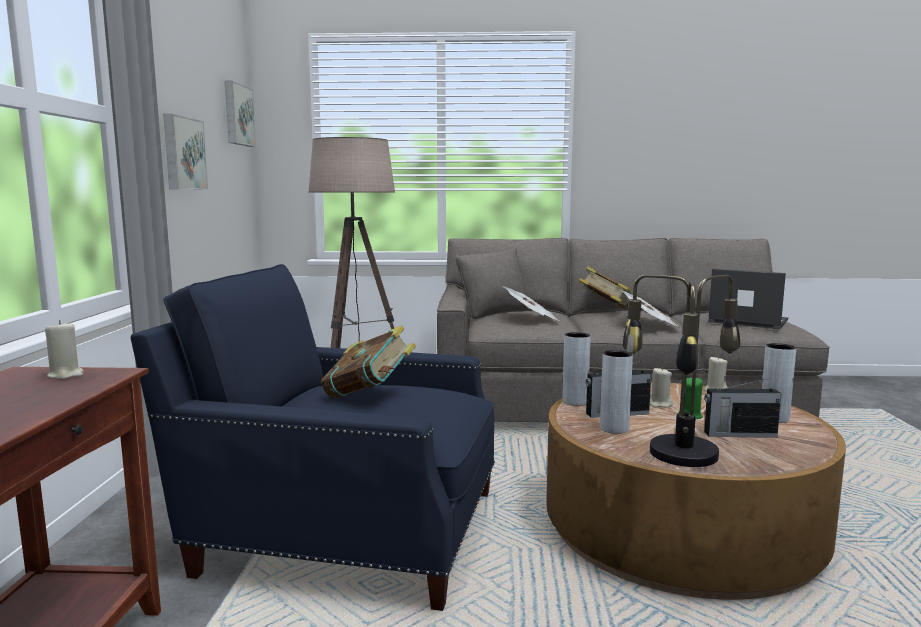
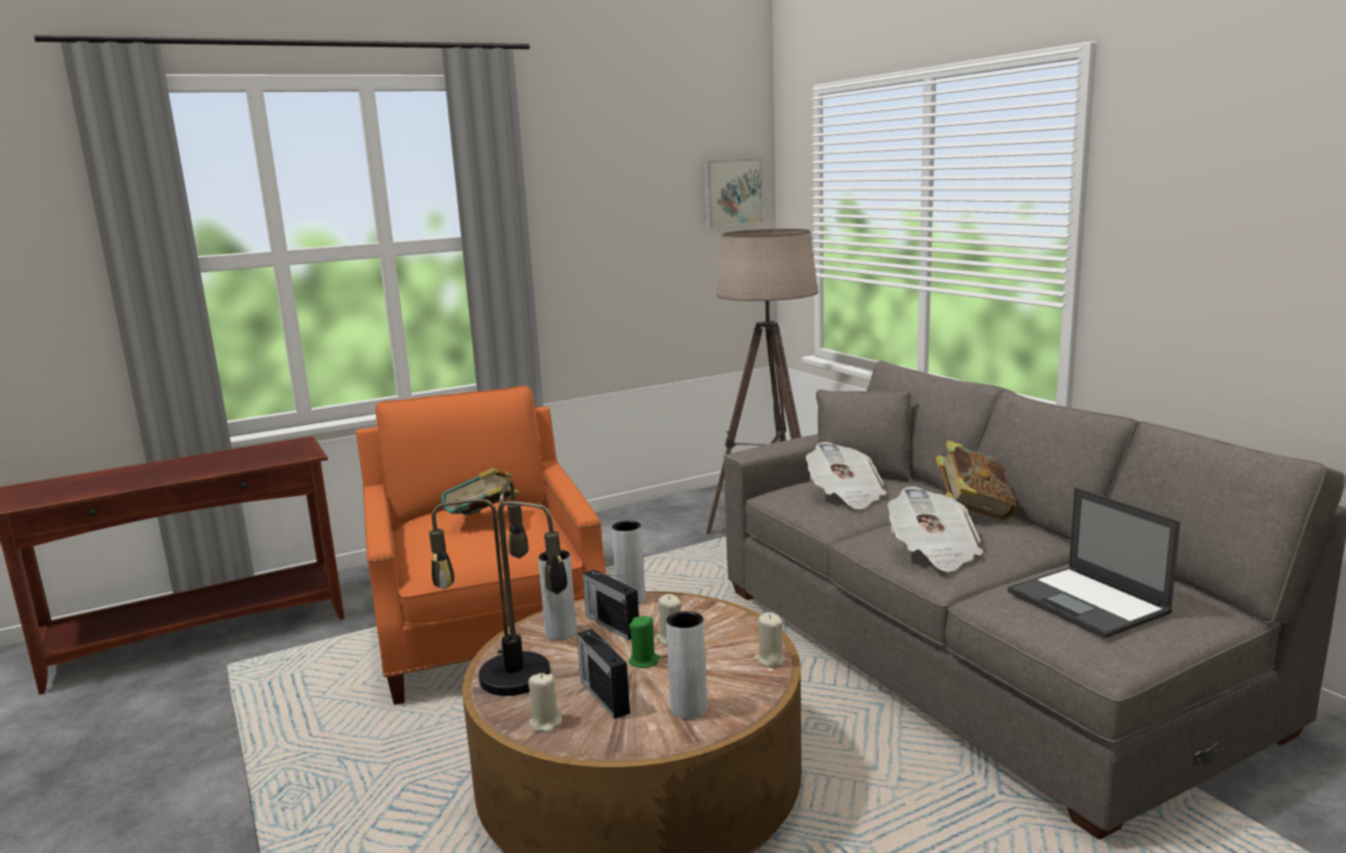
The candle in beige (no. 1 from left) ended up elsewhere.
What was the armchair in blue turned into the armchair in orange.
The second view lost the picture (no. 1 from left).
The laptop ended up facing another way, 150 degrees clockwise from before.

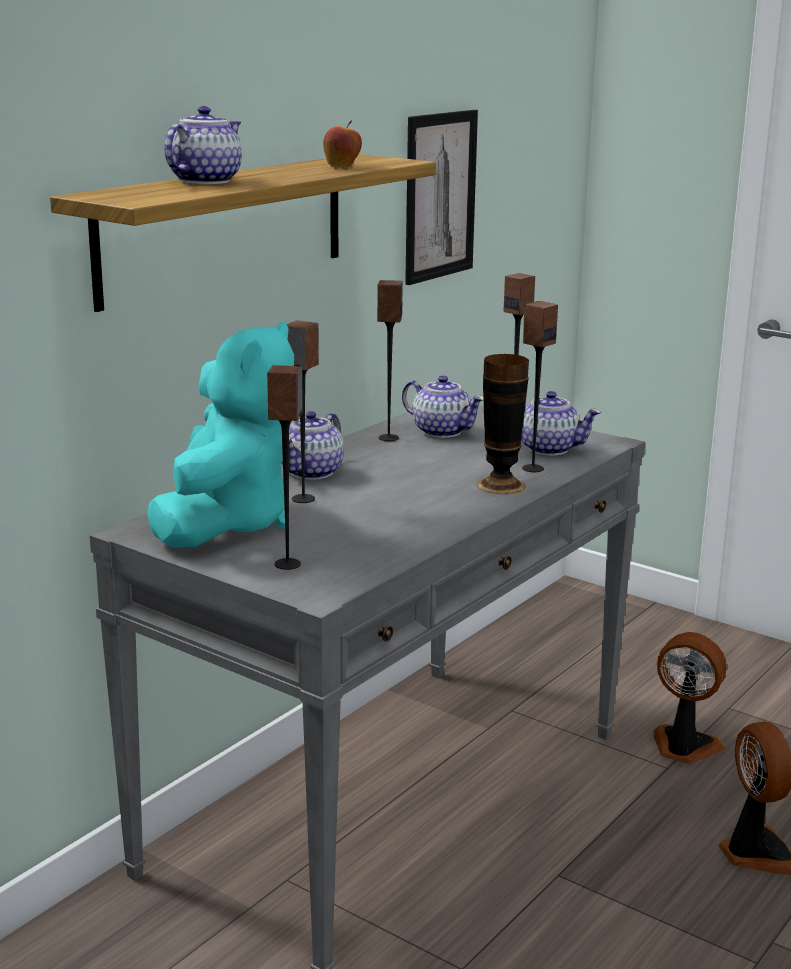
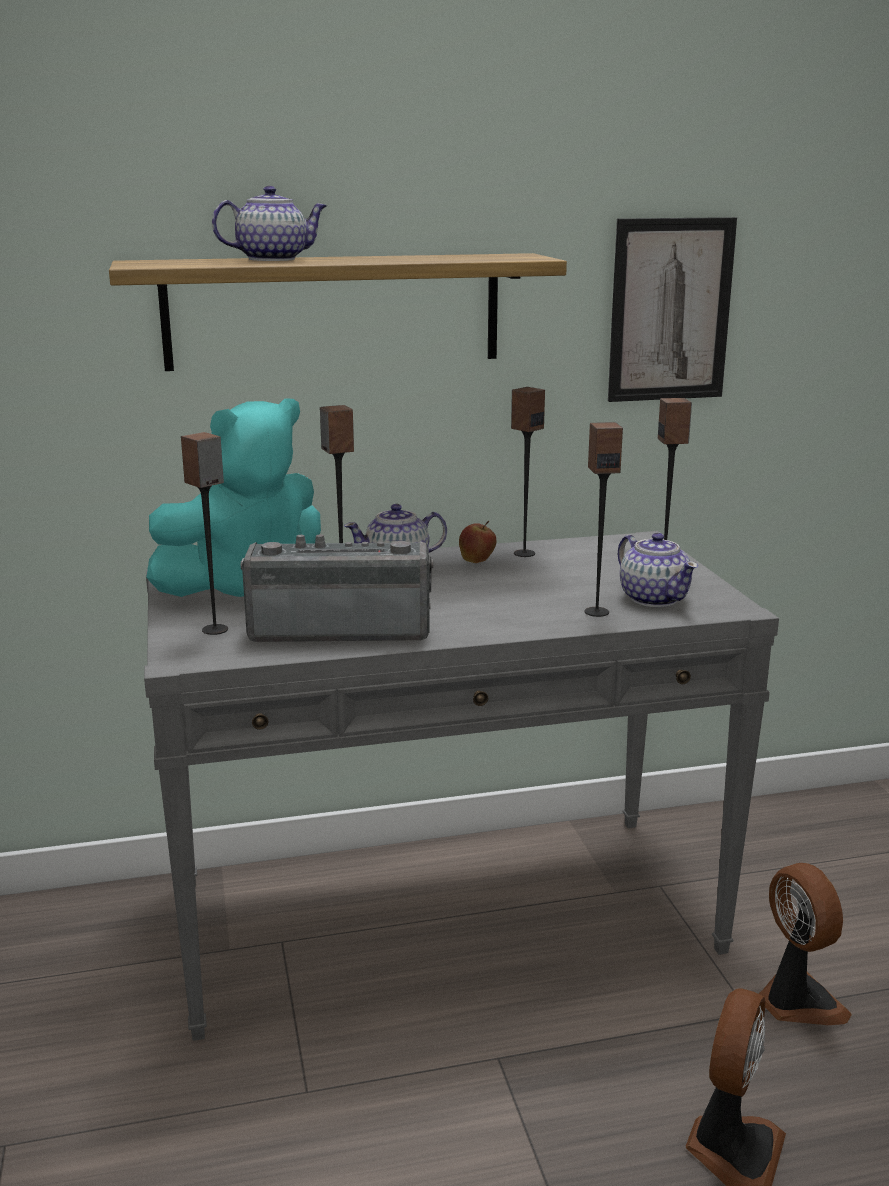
The apple ended up elsewhere.
The second view lost the teapot (no. 3 from left).
The second view lost the vase.
The second view gained the radio.

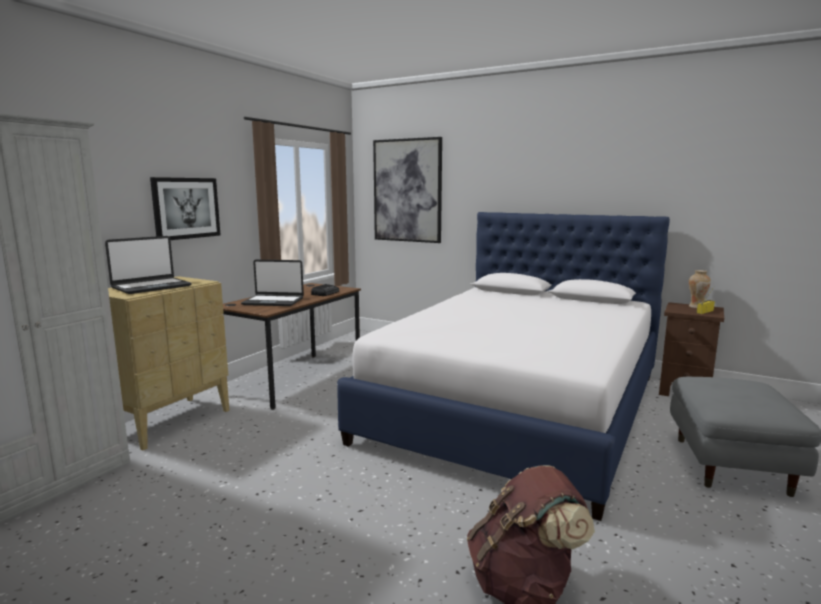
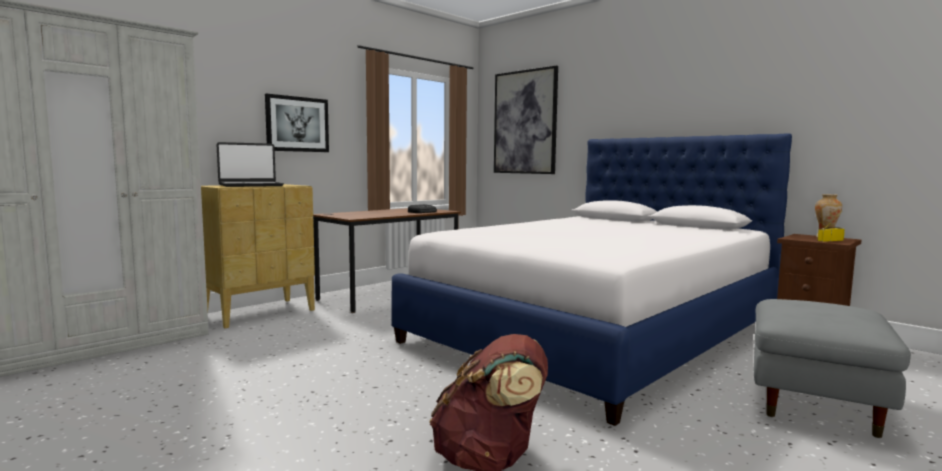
The second view lost the laptop (no. 2 from left).

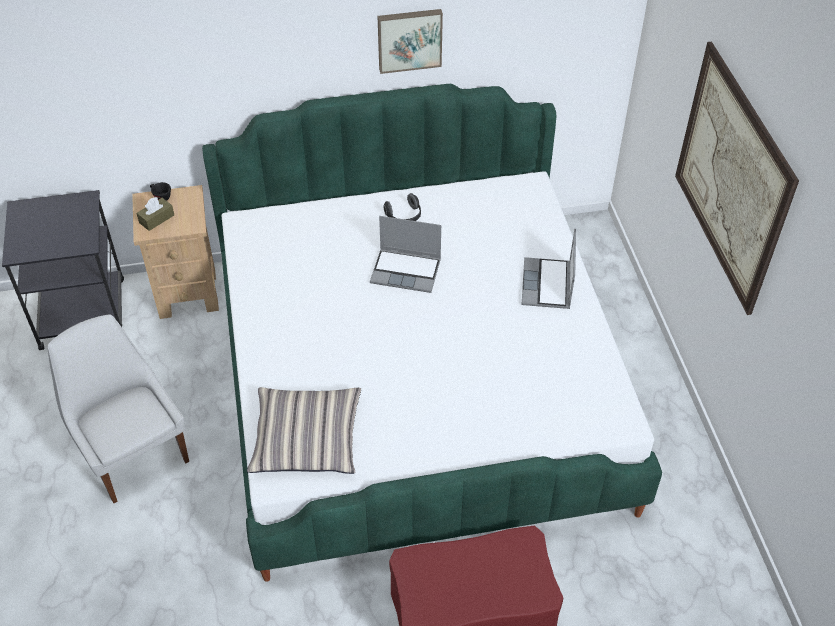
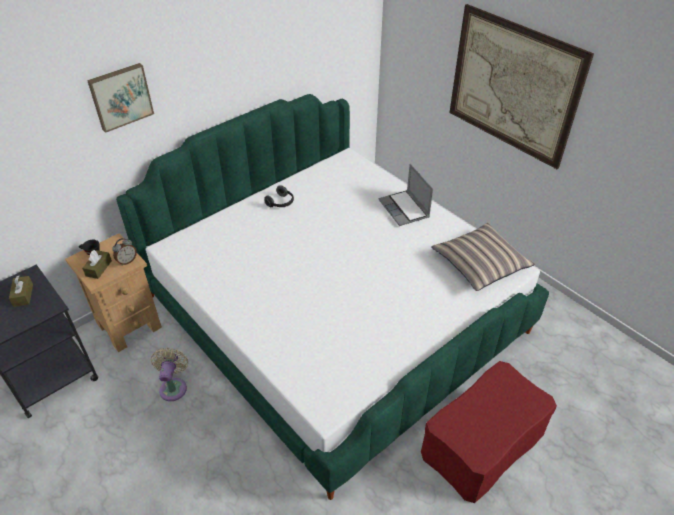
The second view lost the chair in white.
The pillow ended up elsewhere.
The second view lost the laptop (no. 1 from left).
The picture (no. 1 from left) ended up elsewhere.
The second view gained the tissue box in brown (no. 1 from left).
The second view gained the alarm clock.
The second view gained the fan in beige.

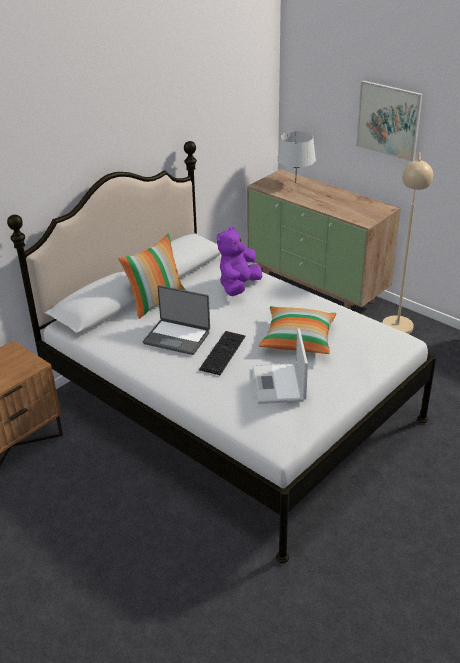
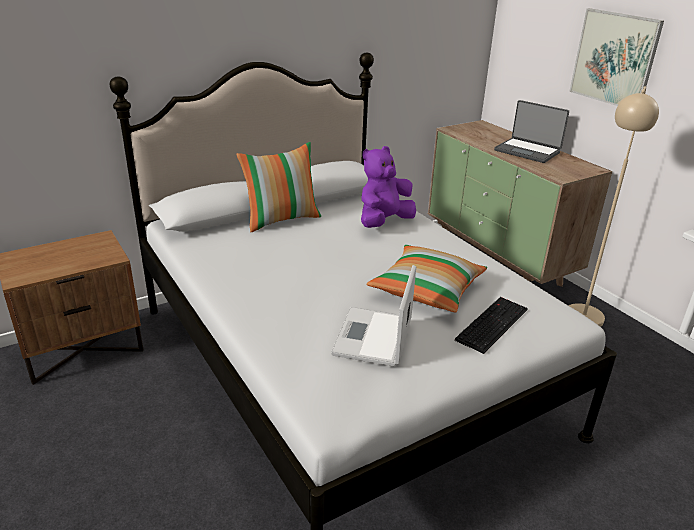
The laptop (no. 1 from left in the first image) ended up elsewhere.
The keyboard ended up elsewhere.
The second view lost the table lamp in grey.

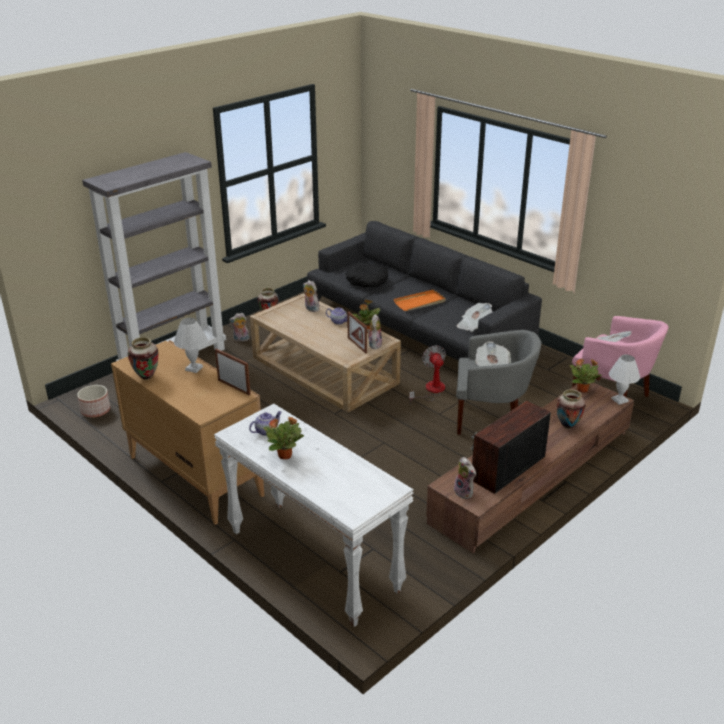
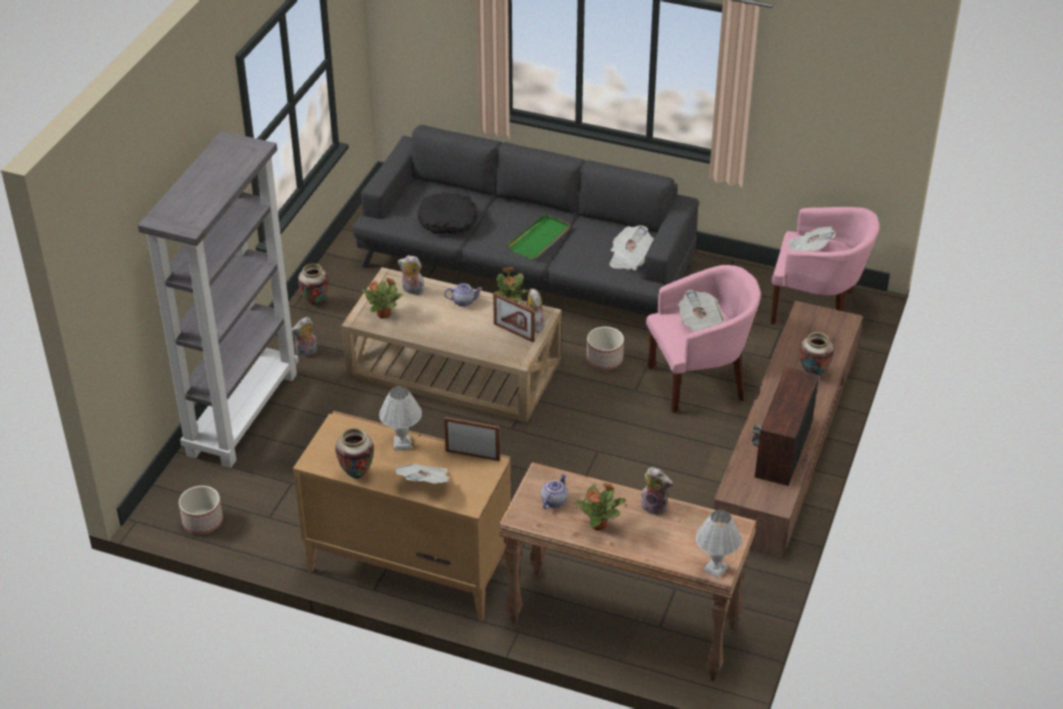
What was the console table in white turned into the console table in brown.
What was the tray in orange turned into the tray in green.
Where the fan stood, the planter (no. 2 from left) came to stand.
The plush toy (no. 4 from left) ended up elsewhere.
What was the armchair in grey turned into the armchair in pink (no. 1 from left).
The potted plant (no. 3 from left in the first image) ended up elsewhere.
The table lamp in white (no. 2 from left) ended up elsewhere.
The second view gained the newspaper (no. 1 from left).

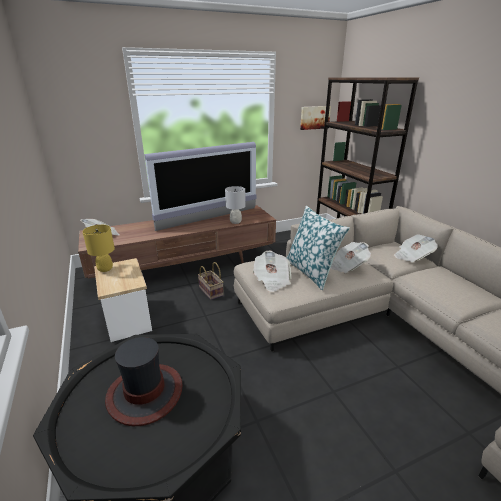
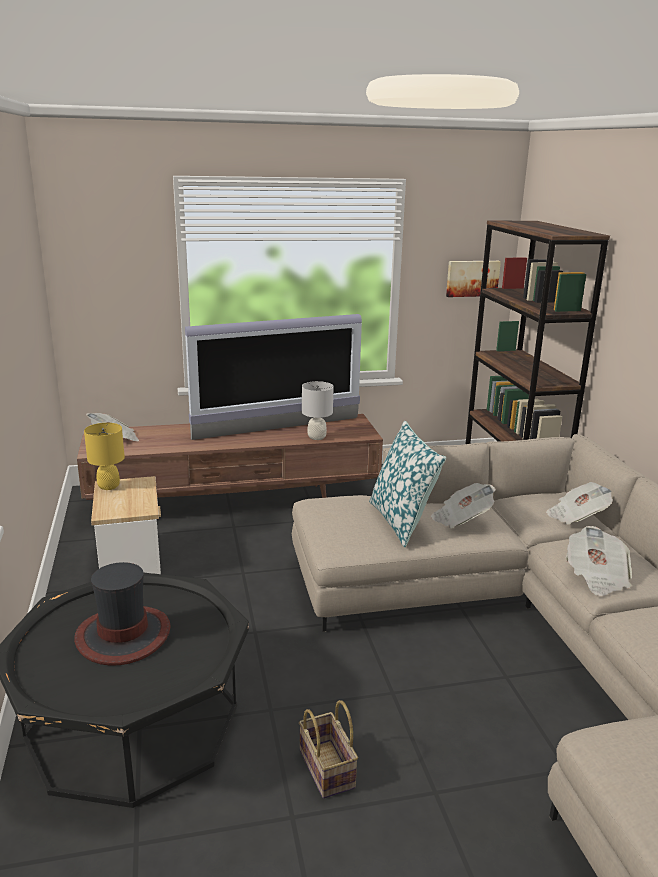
The basket ended up elsewhere.
The newspaper (no. 2 from left in the first image) ended up elsewhere.

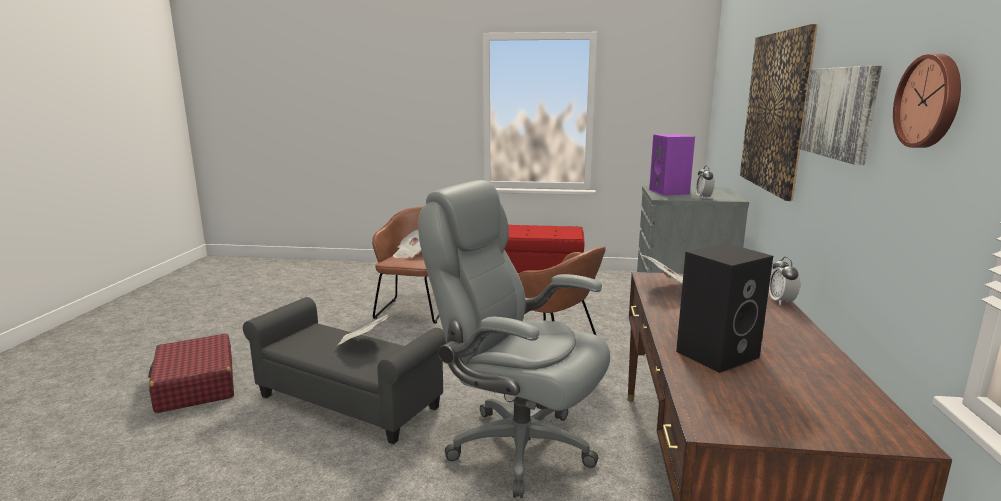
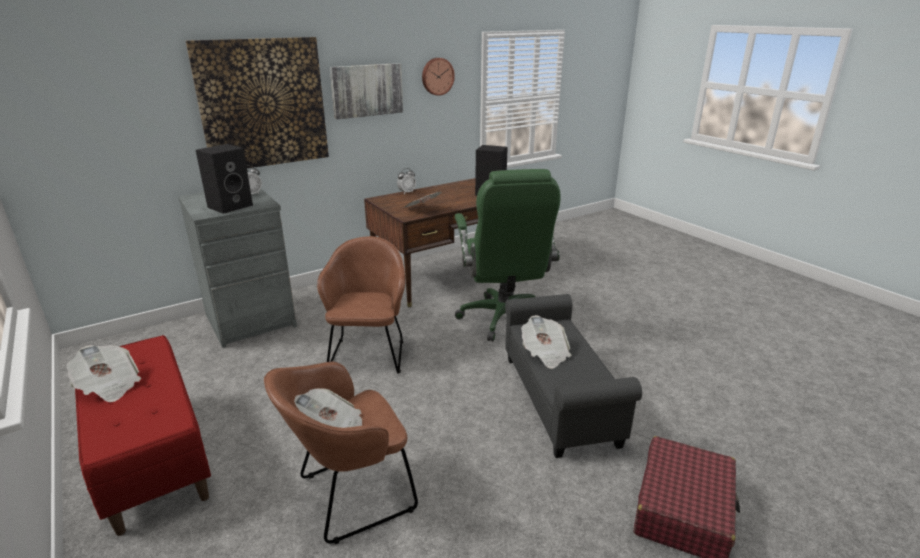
What was the office chair in grey turned into the office chair in green.
What was the speaker in purple turned into the speaker in black (no. 1 from left).
The second view gained the newspaper (no. 1 from left).

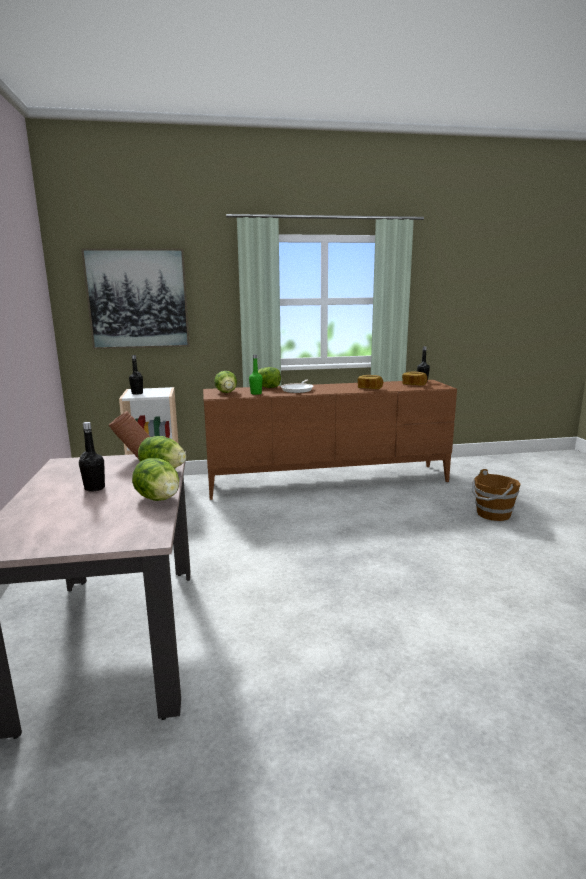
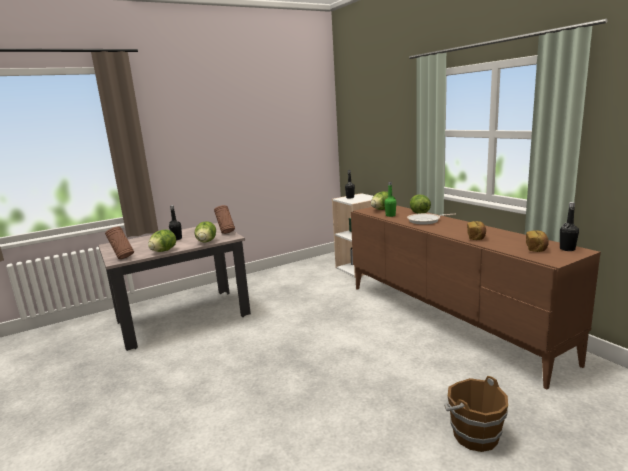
The second view lost the picture.
The second view gained the vase in brown (no. 1 from left).

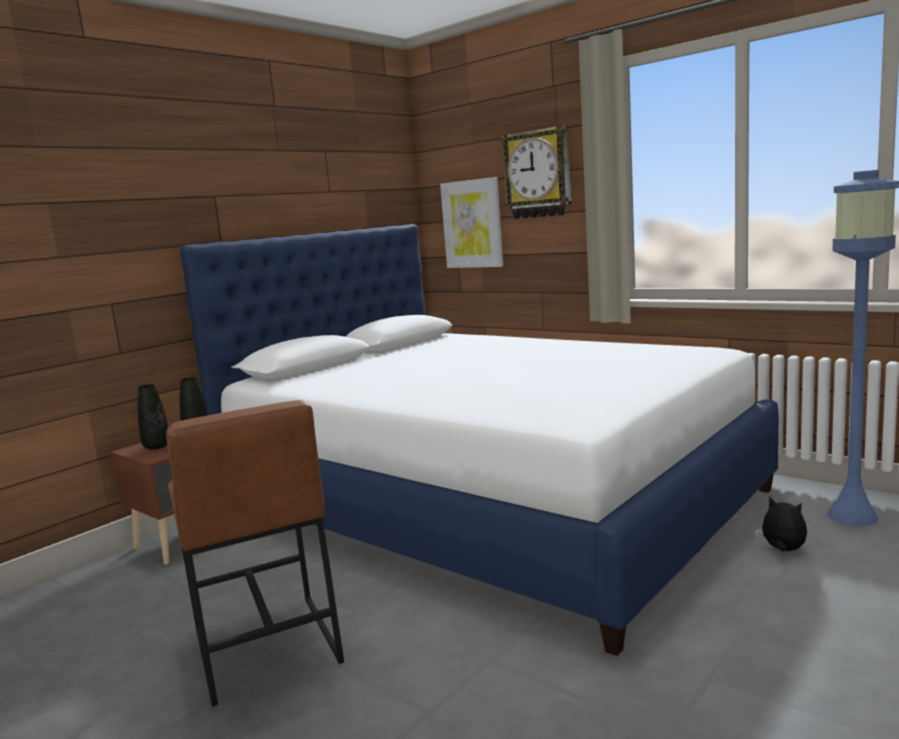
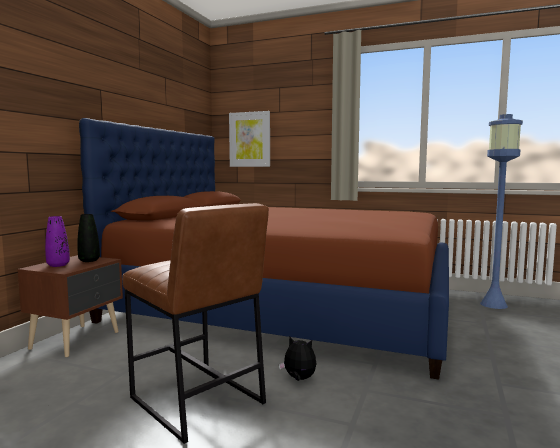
What was the vase in black (no. 1 from left) turned into the vase in purple.
What was the bed in white turned into the bed in brown.
The second view lost the wall clock.
The plush toy ended up elsewhere.

